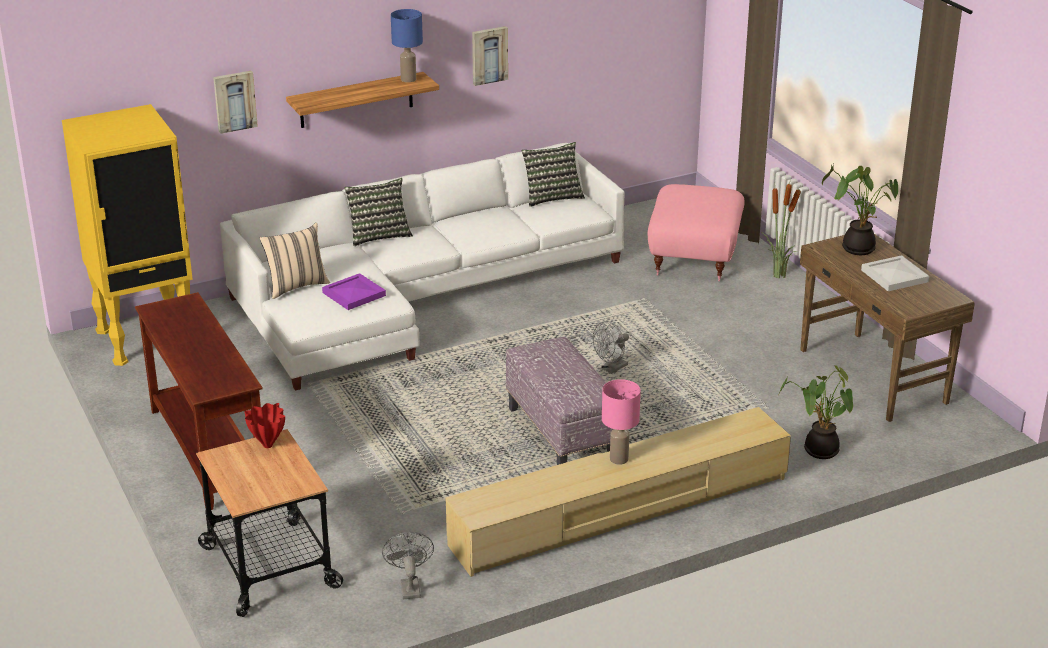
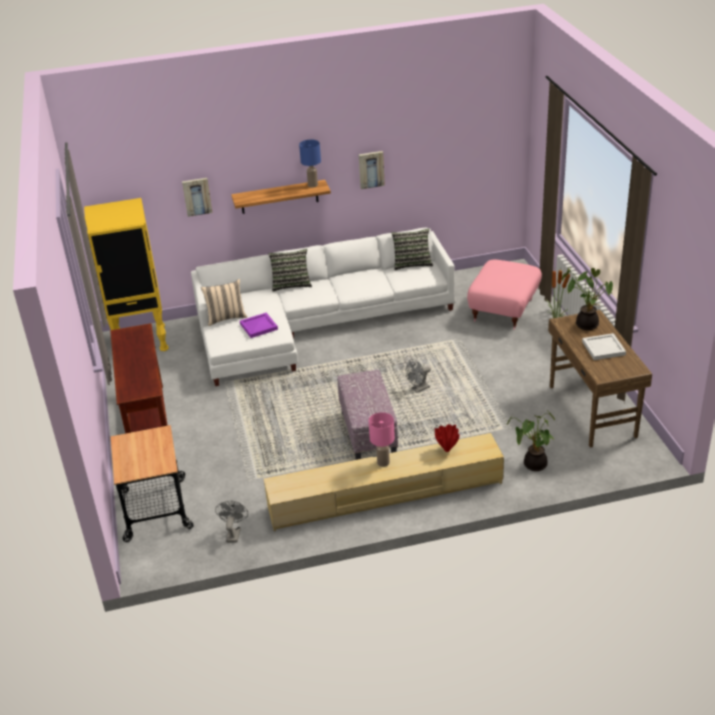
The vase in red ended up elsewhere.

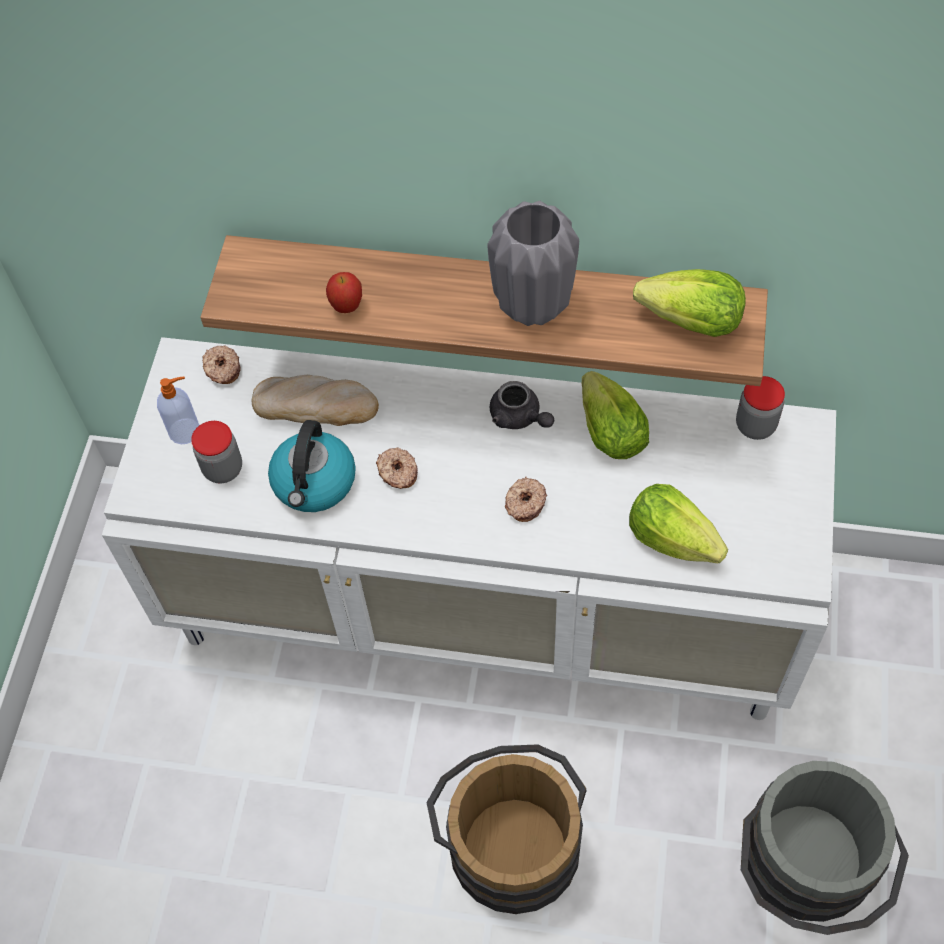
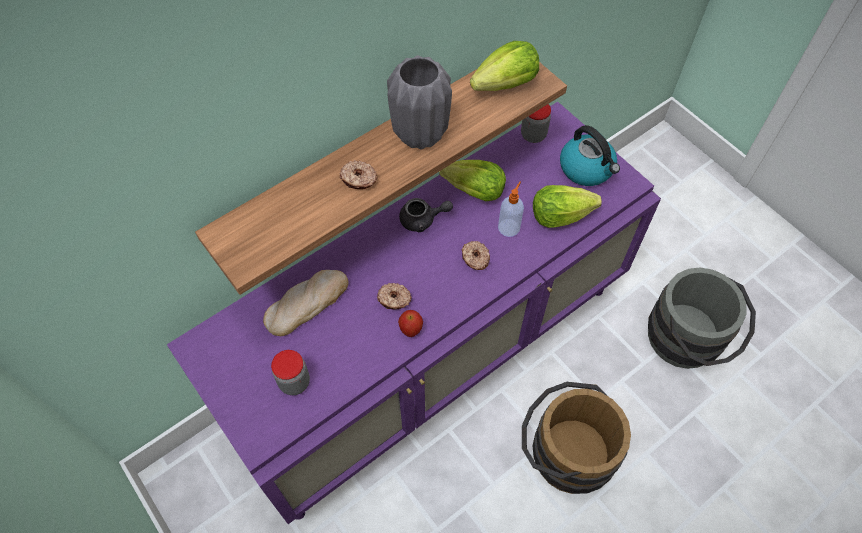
What was the cabinet in white turned into the cabinet in purple.
The soap dispenser ended up elsewhere.
The donut (no. 1 from left) ended up elsewhere.
The kettle ended up elsewhere.
The apple ended up elsewhere.

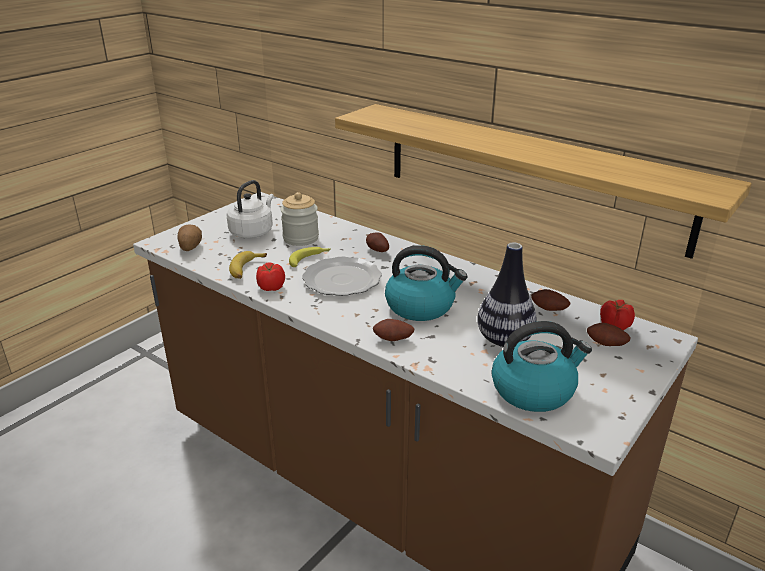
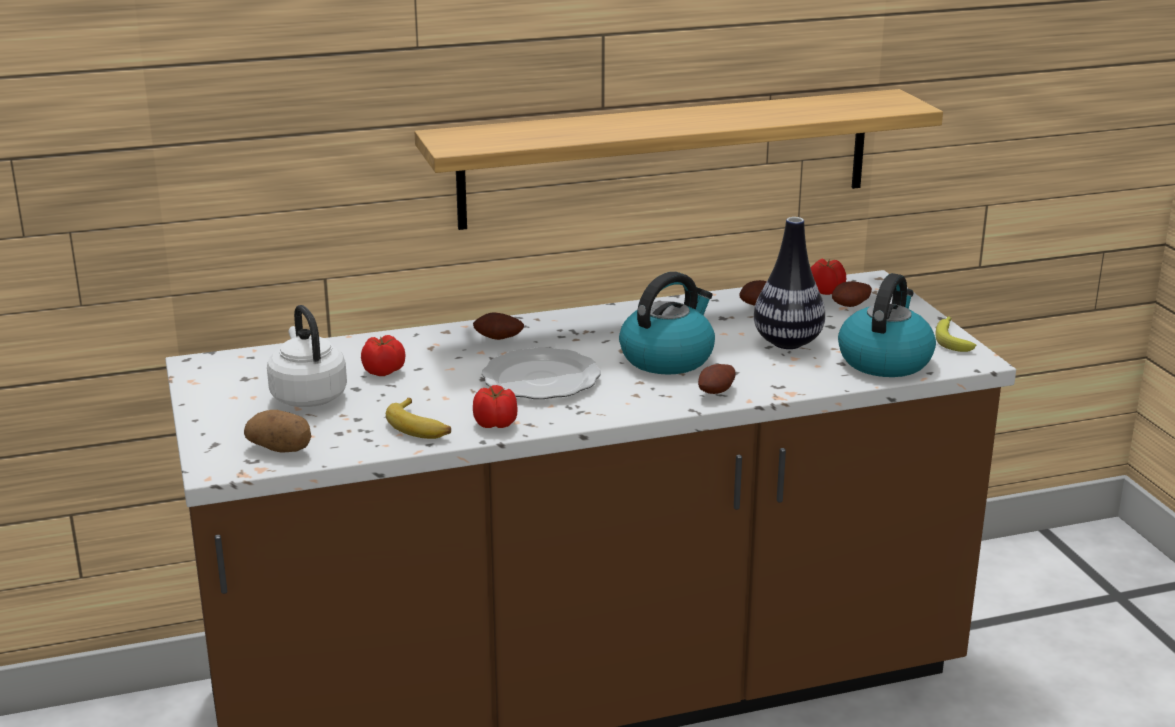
Where the jar stood, the tomato (no. 1 from left) came to stand.
The banana (no. 2 from left) ended up elsewhere.

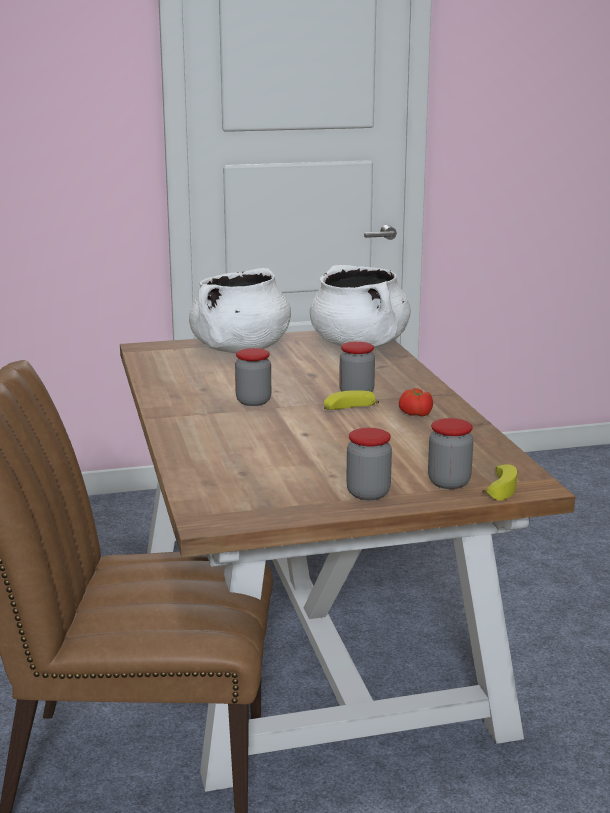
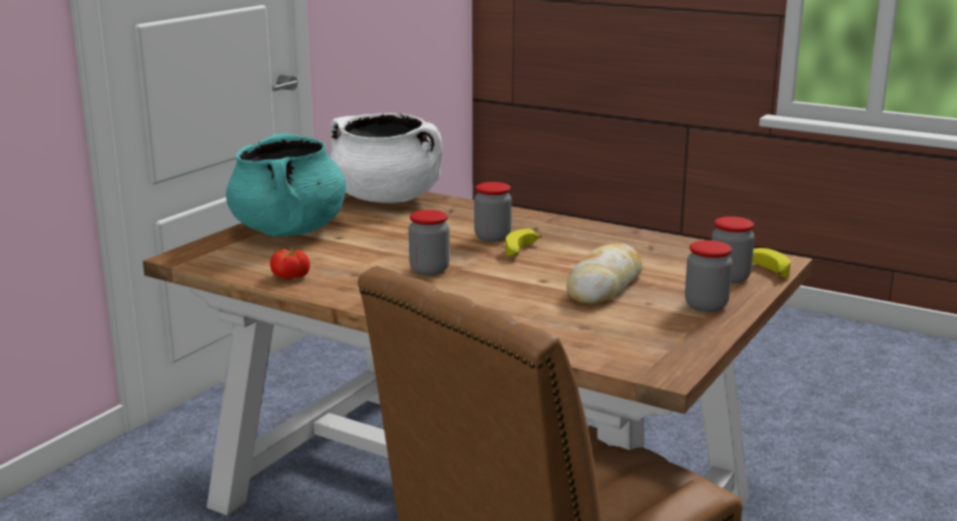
What was the cooking pot in white (no. 1 from left) turned into the cooking pot in turquoise.
The tomato ended up elsewhere.
The second view gained the bread.

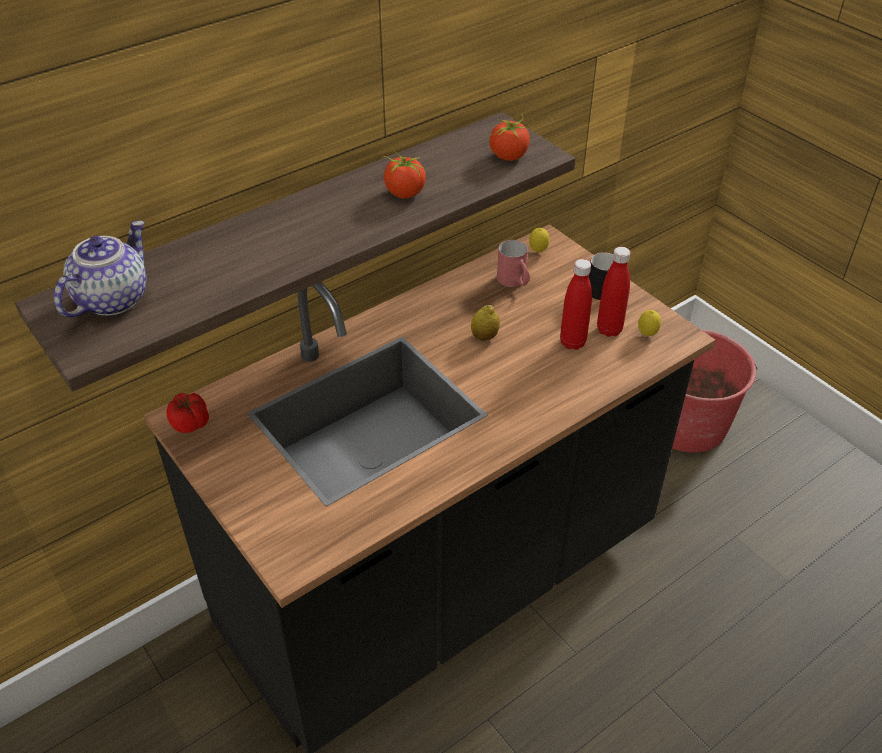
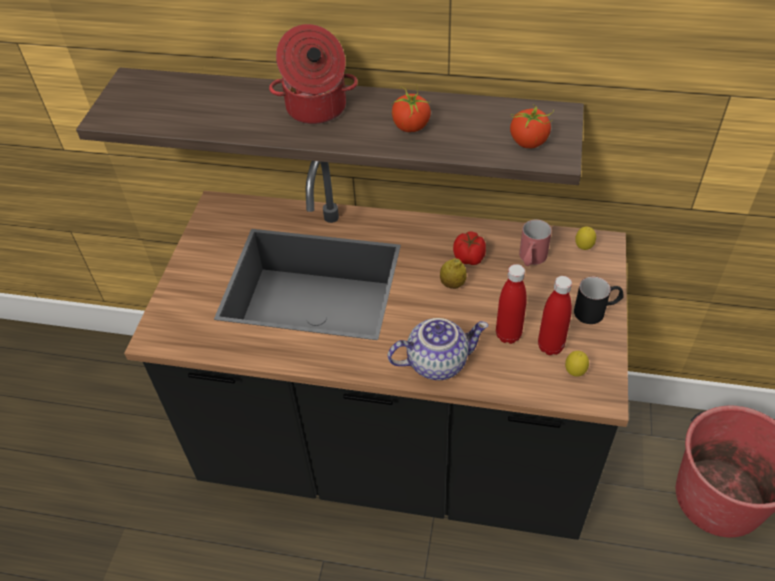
The teapot ended up elsewhere.
The tomato (no. 1 from left in the first image) ended up elsewhere.
The second view gained the cooking pot.

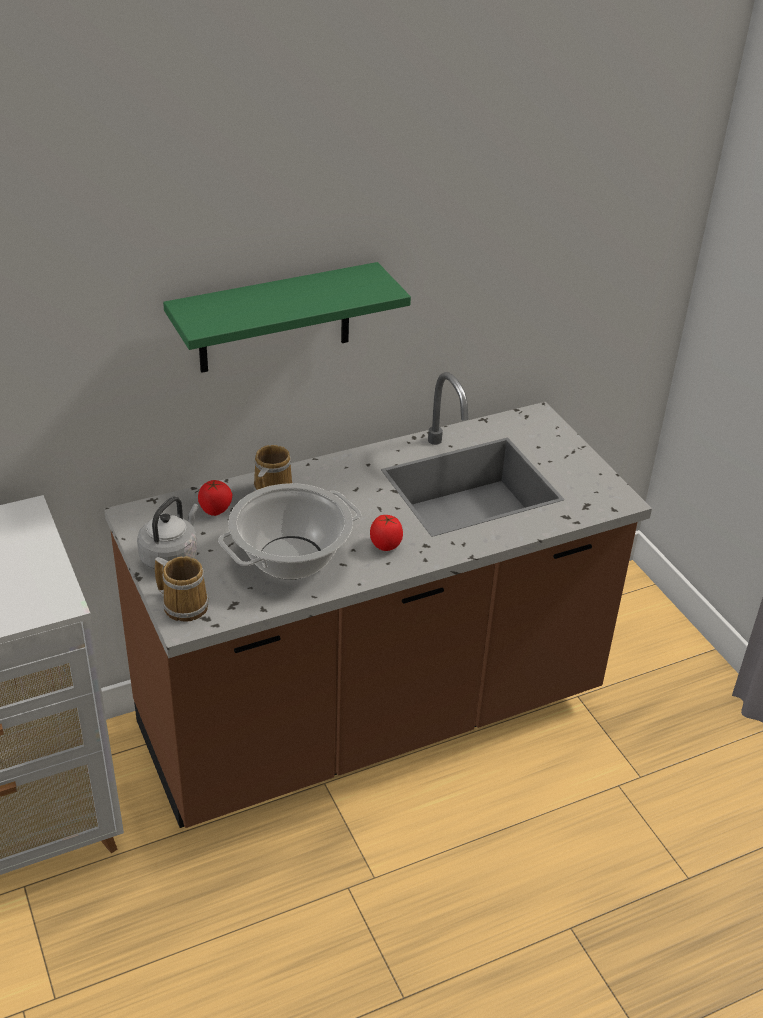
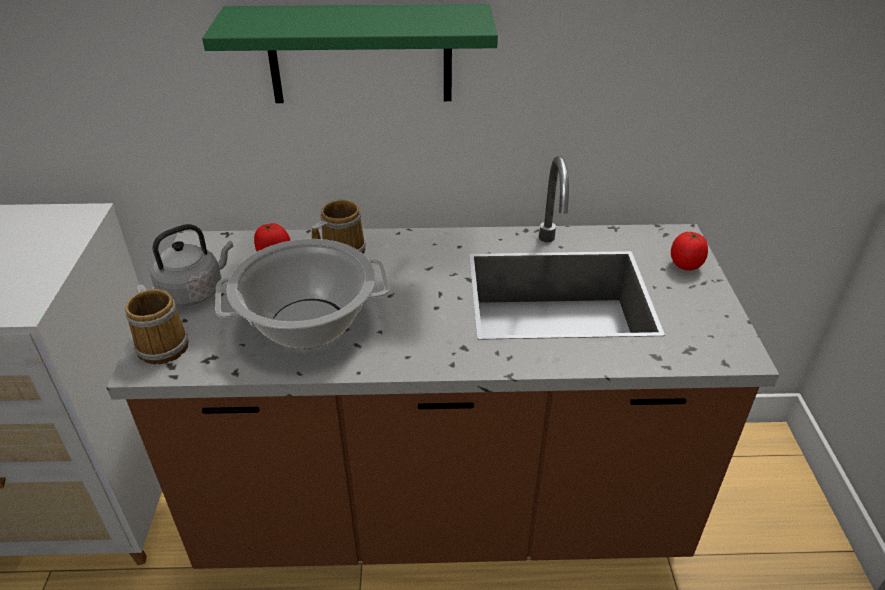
The tomato (no. 2 from left) ended up elsewhere.

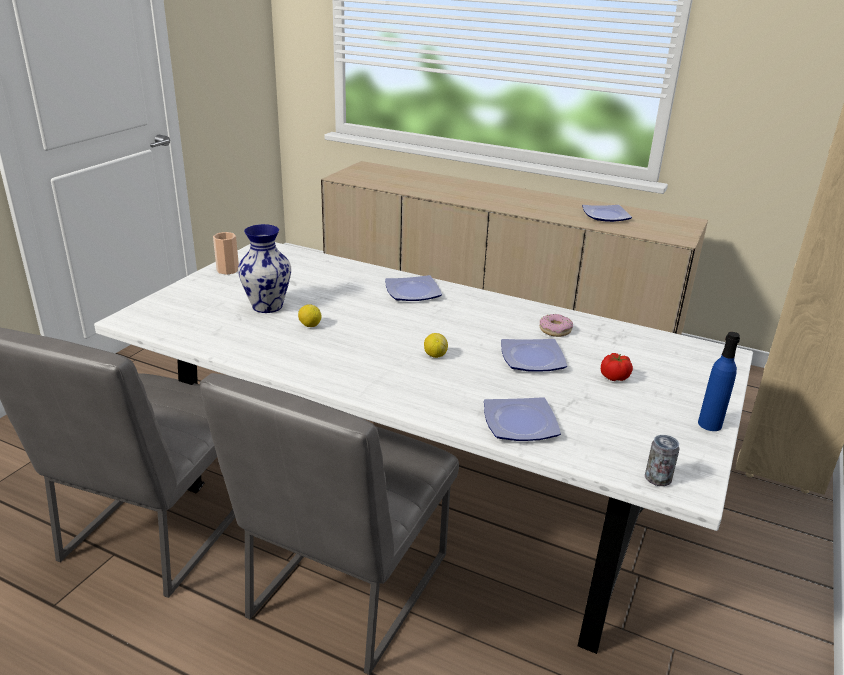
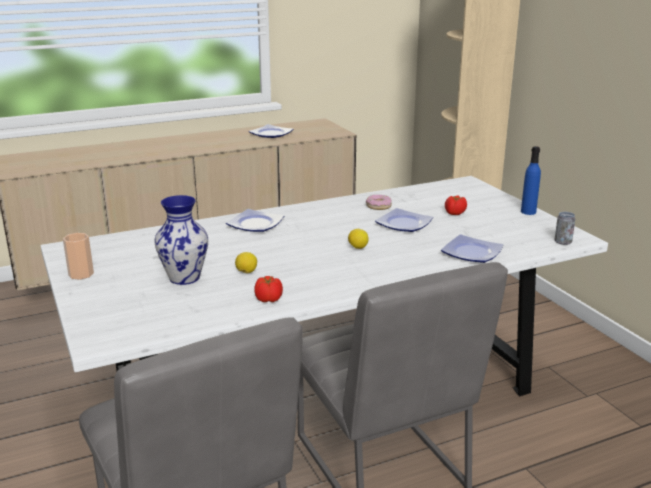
The second view gained the tomato (no. 1 from left).

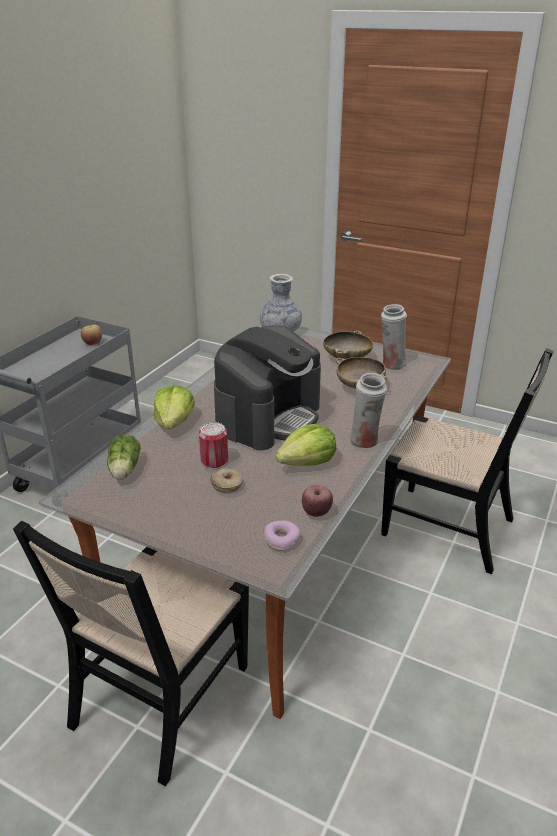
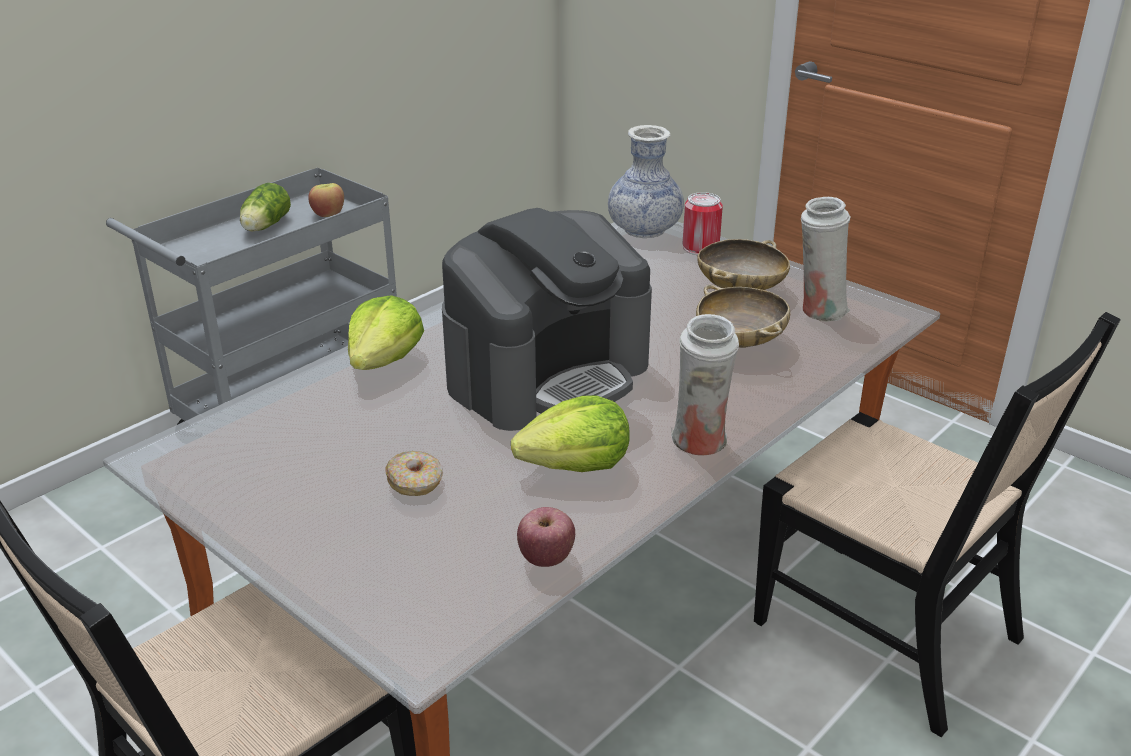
The lettuce (no. 1 from left) ended up elsewhere.
The can ended up elsewhere.
The second view lost the donut (no. 2 from left).

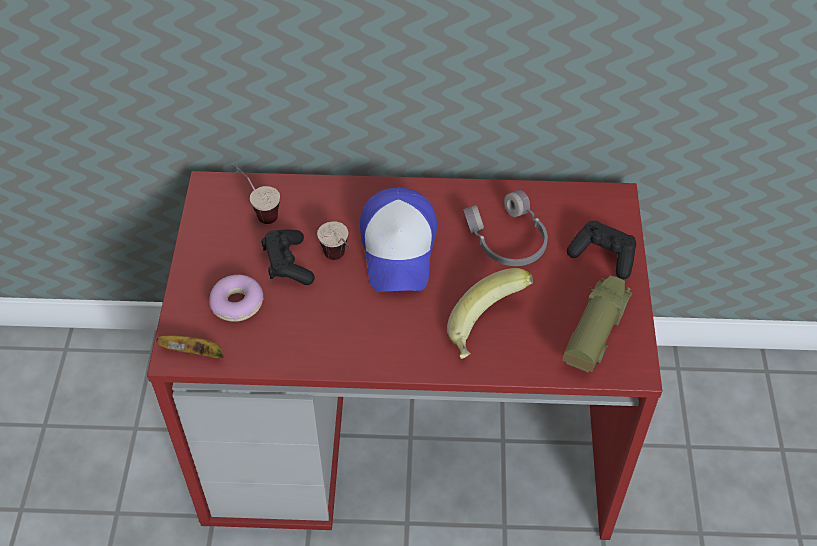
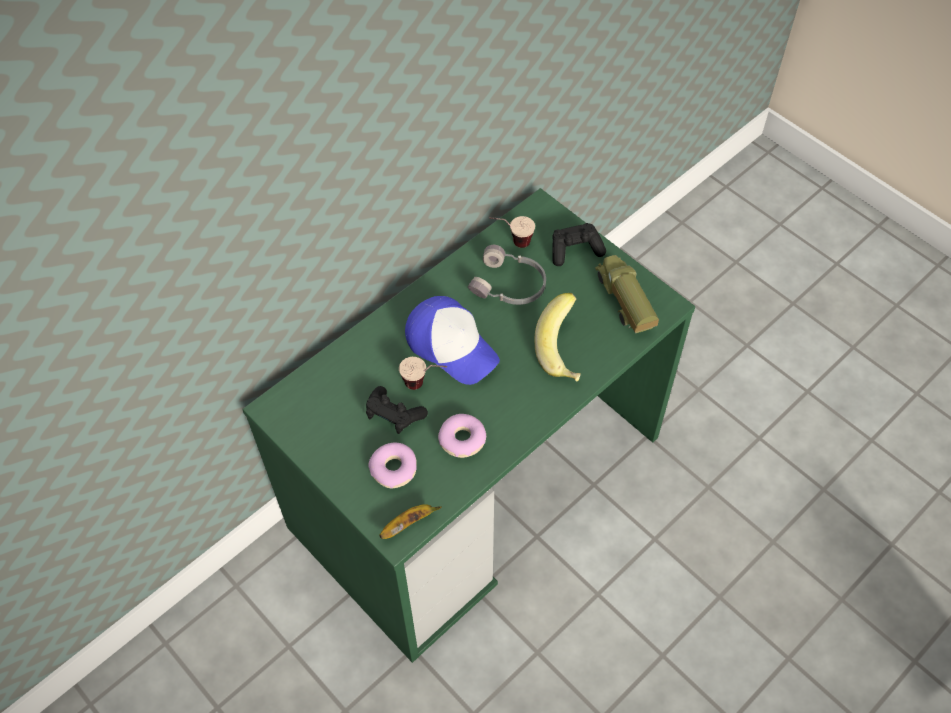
What was the desk in red turned into the desk in green.
The cup (no. 1 from left in the first image) ended up elsewhere.
The second view gained the donut (no. 2 from left).

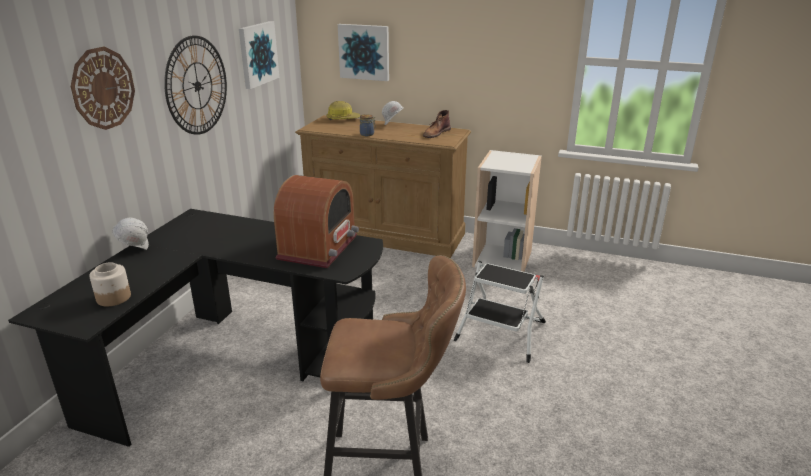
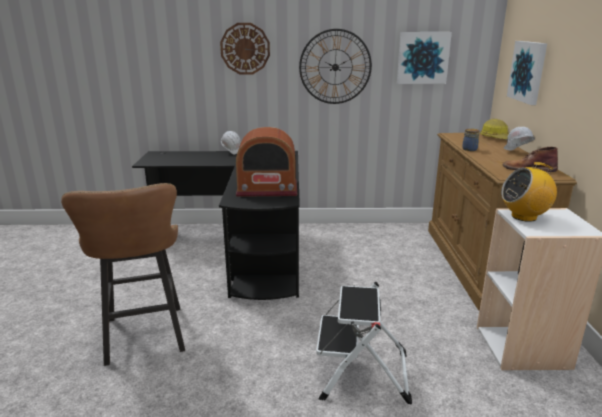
The second view lost the jar (no. 1 from left).
The second view gained the radio (no. 2 from left).

